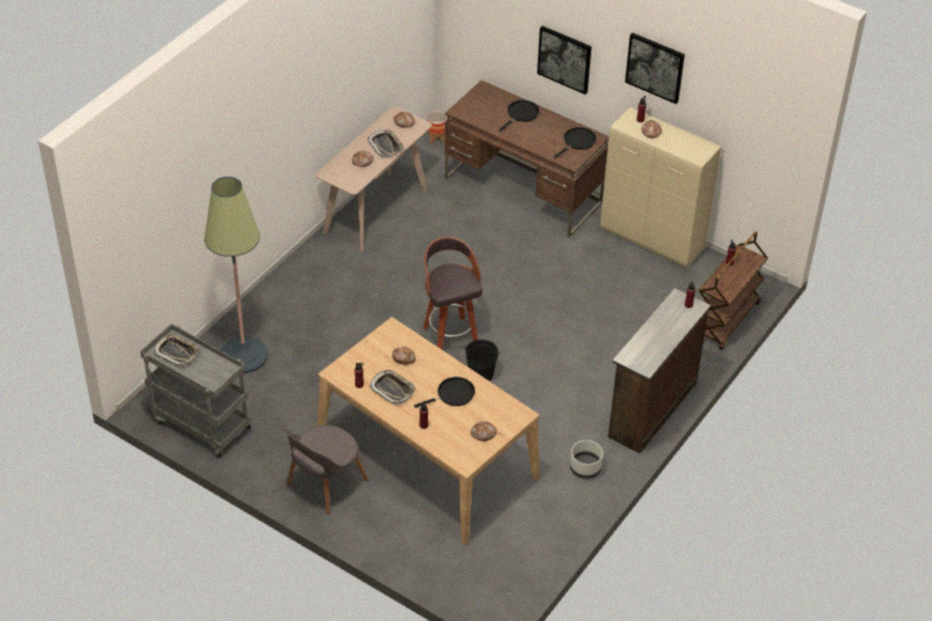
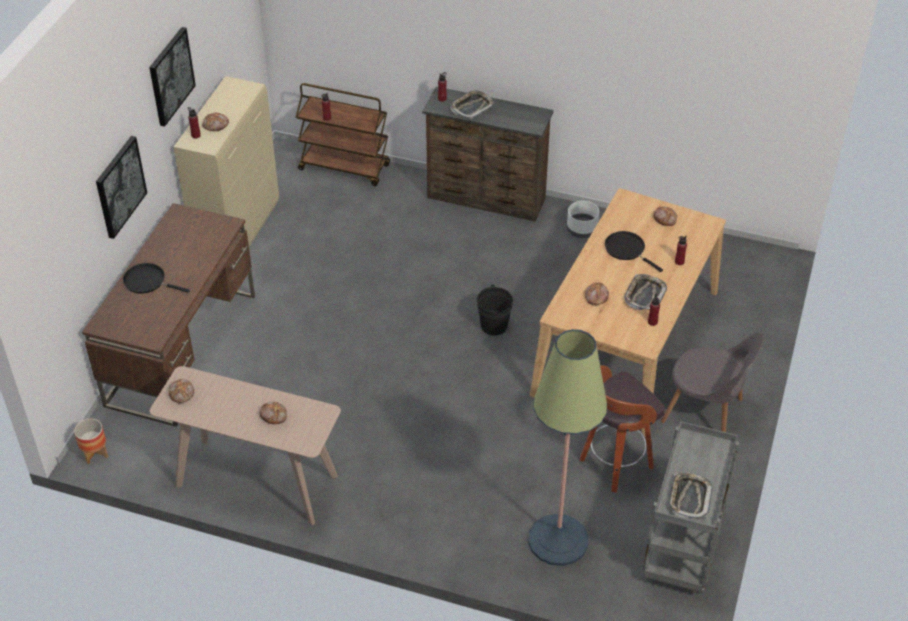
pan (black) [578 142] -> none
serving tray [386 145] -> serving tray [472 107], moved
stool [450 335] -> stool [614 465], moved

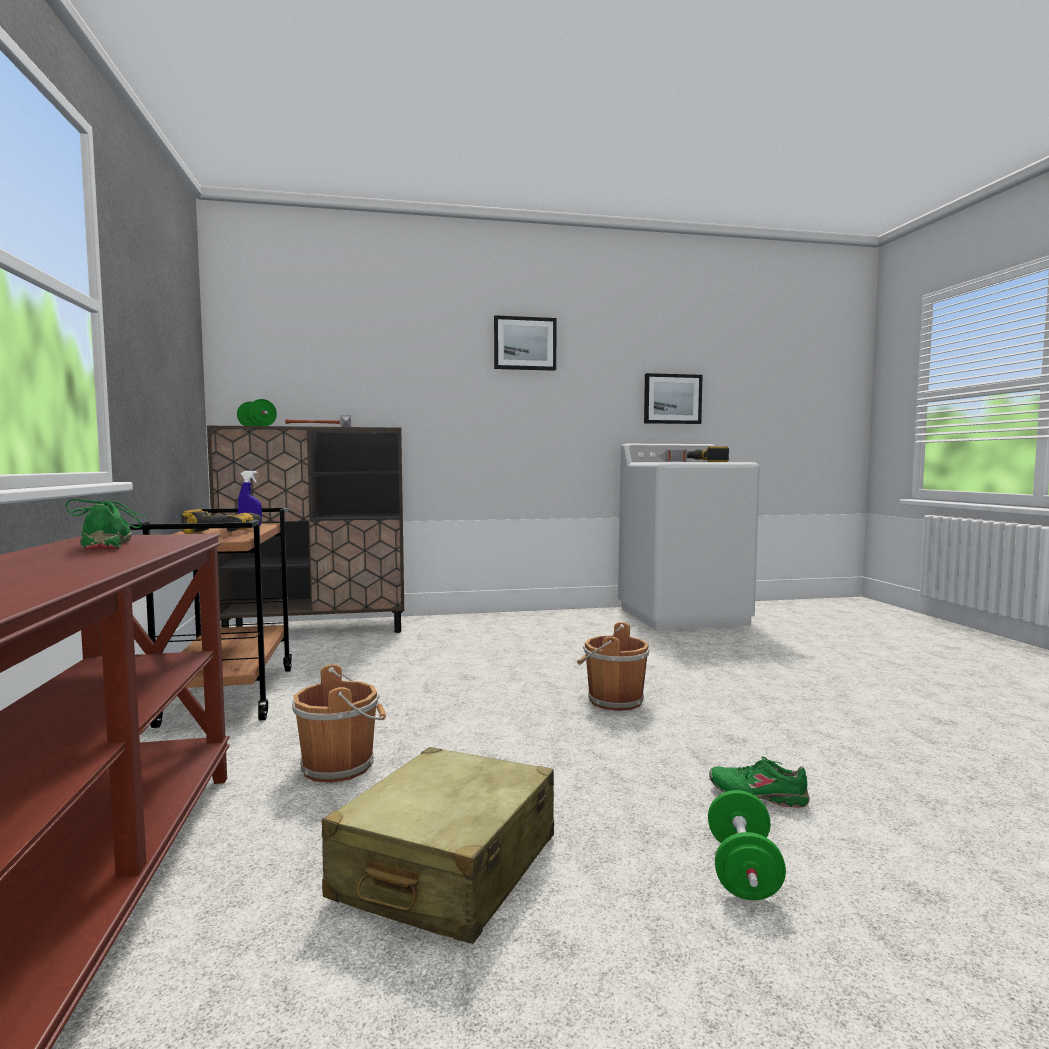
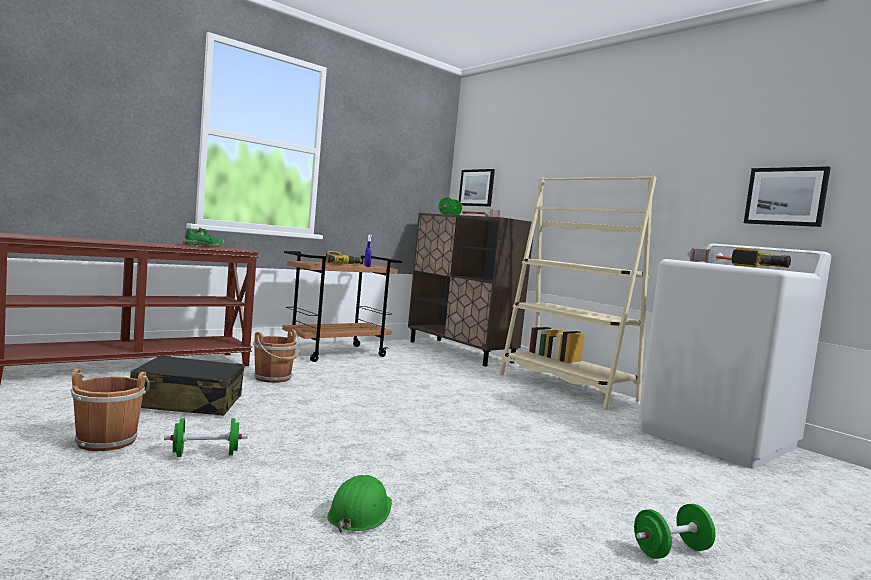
shoe (greenish) [758 795] -> none
none -> safety helmet (greenish) [360 513]
none -> bookcase (beige) [566 387]
none -> hand weight (greenish) [671 551]
picture [525 343] -> picture [477 188], moved
bucket (brown) [612 701] -> bucket (brown) [107 440], moved
piece of luggage (beige) [446 868] -> piece of luggage (black) [188 402]

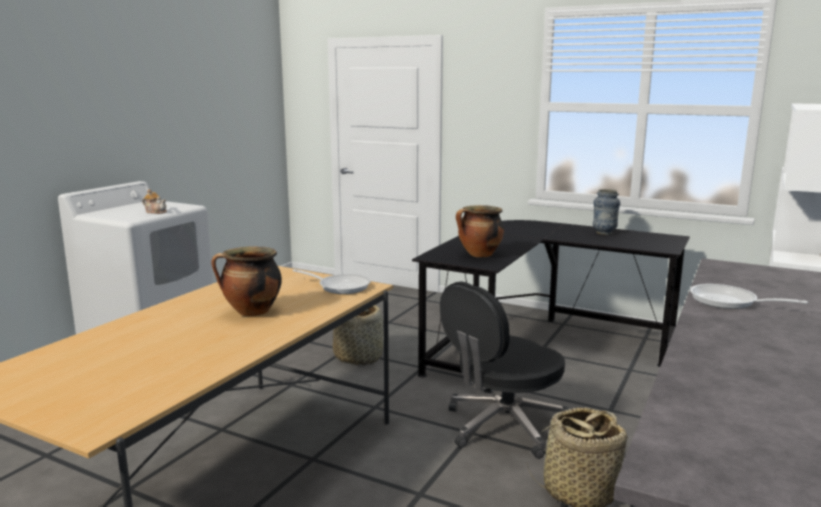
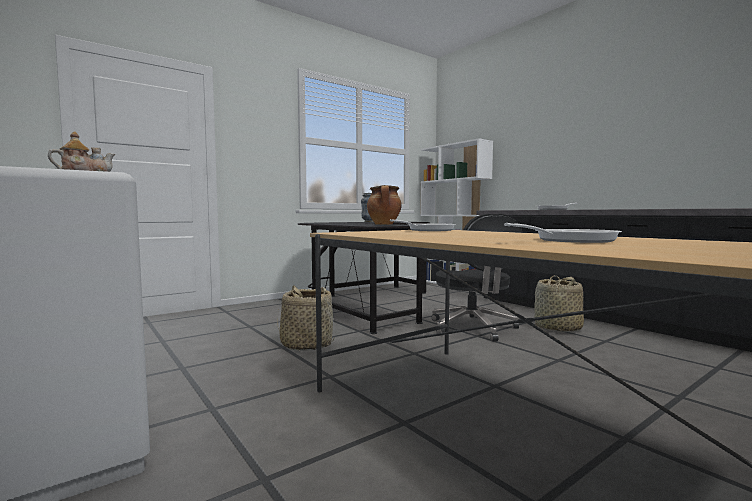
stockpot [251 312] -> none
none -> pan [569 240]

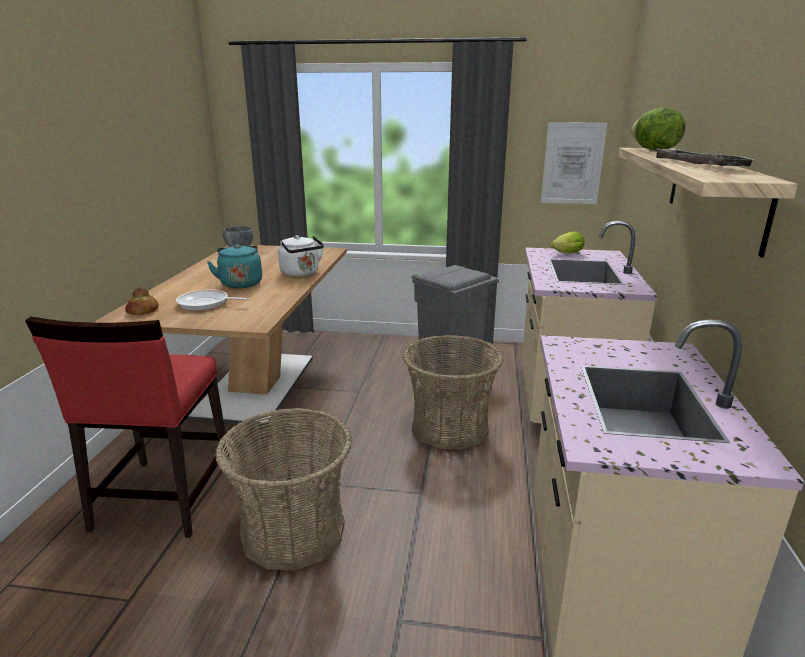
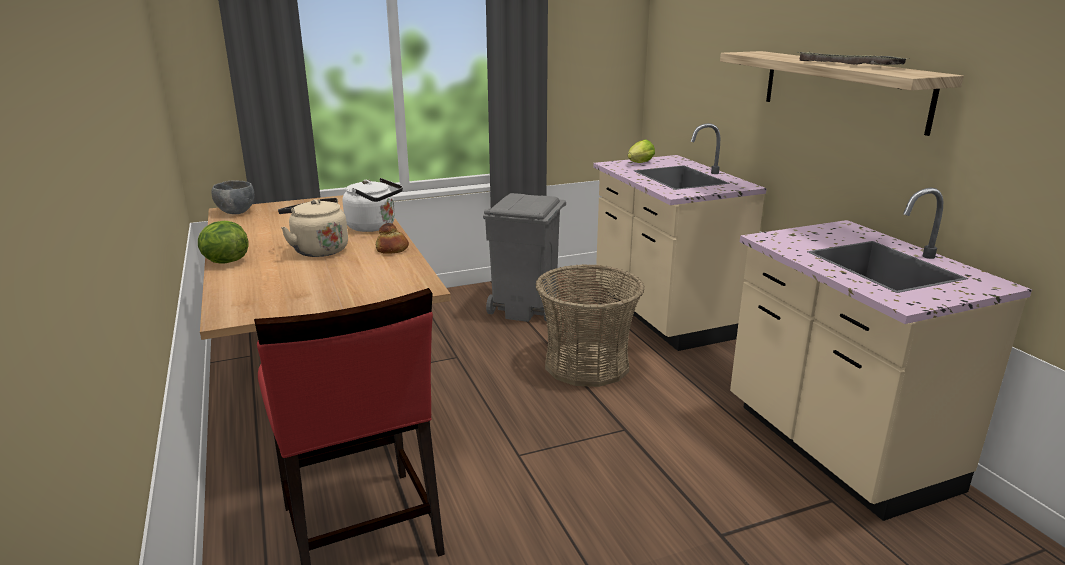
pan [206 303] -> none
household basket [293 531] -> none
picture [572 163] -> none
baked bread [143 311] -> baked bread [392 249], moved
lettuce head [653 150] -> lettuce head [224 262], moved
water kettle (blue-green) [240 283] -> water kettle (beige) [318 250]

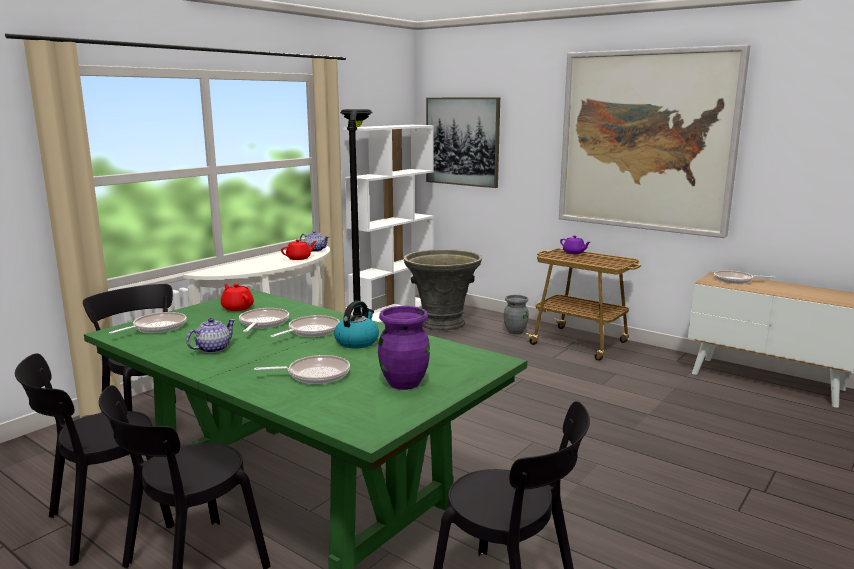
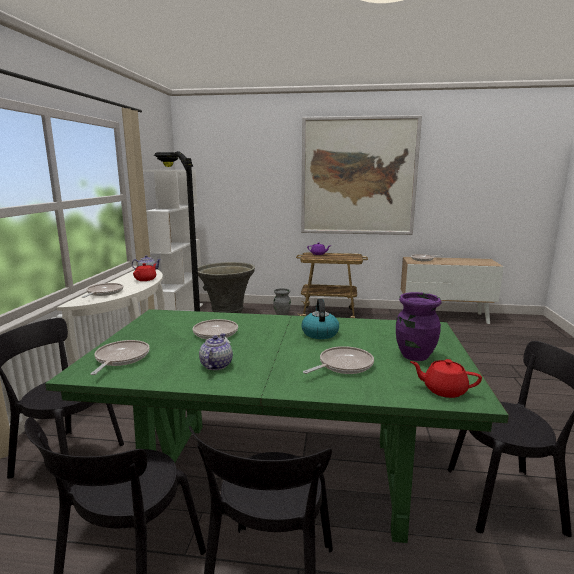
picture [462 141] -> none
teapot (red-coloured) [237 307] -> teapot (red-coloured) [443 390], moved
pan [311 331] -> pan [103 293], moved

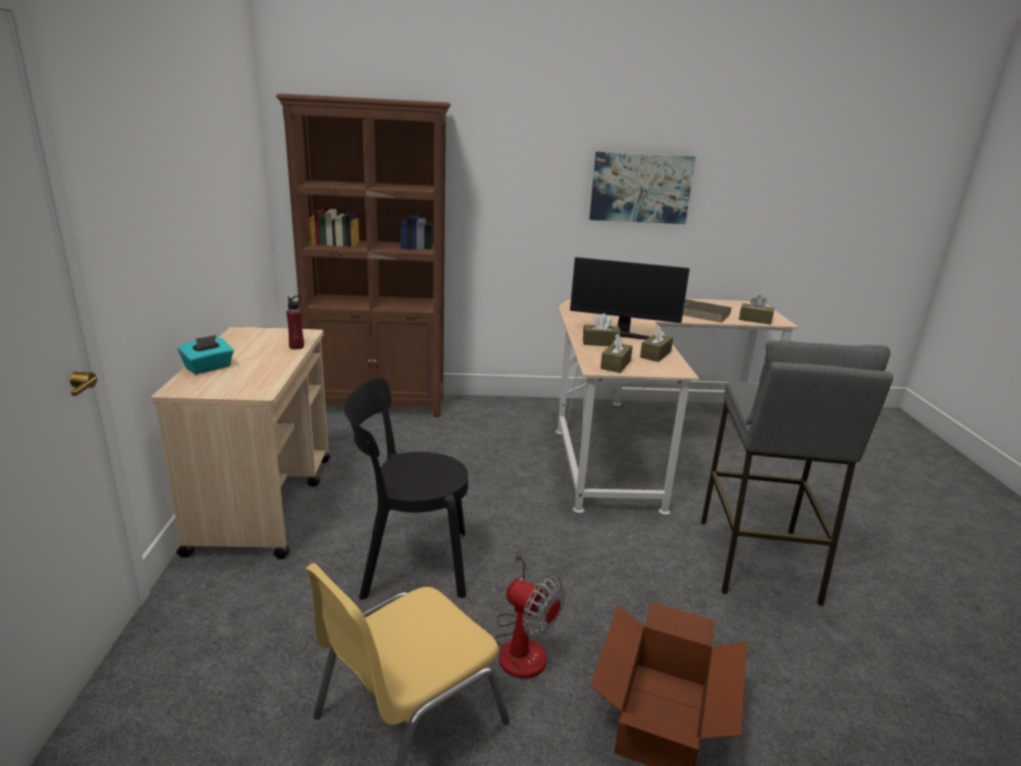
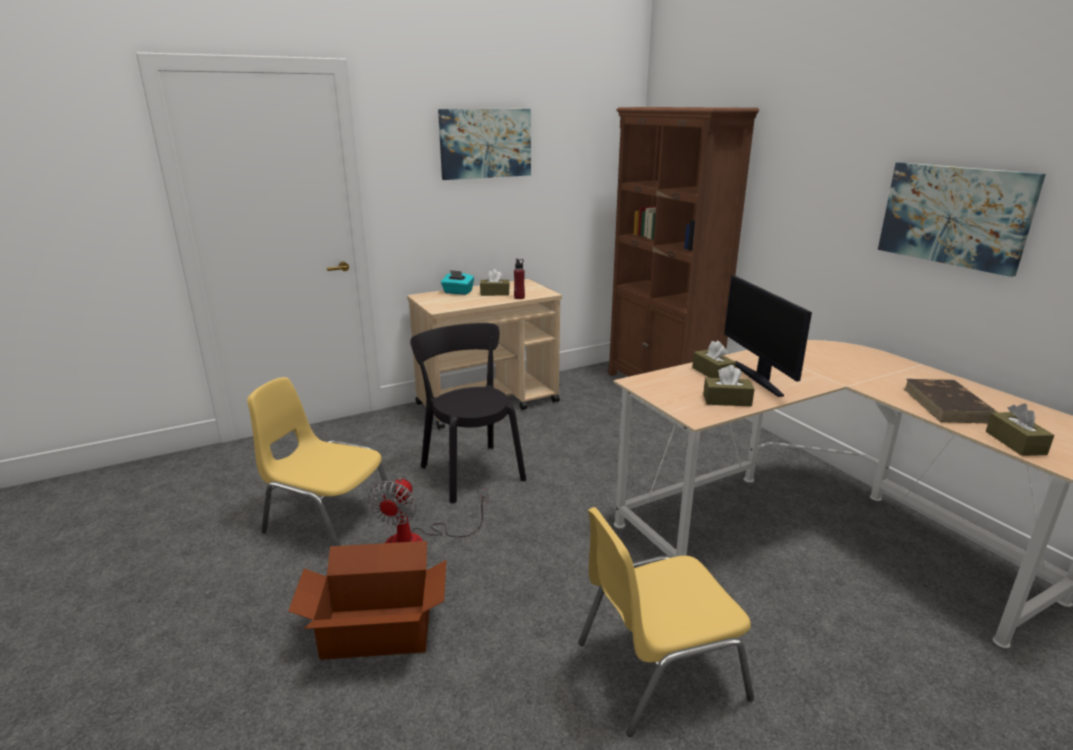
none -> picture [485 143]
tissue box (brown) [615 365] -> tissue box (brown) [495 293], moved
stool (grey) [757 560] -> chair (yellowish) [657 669]

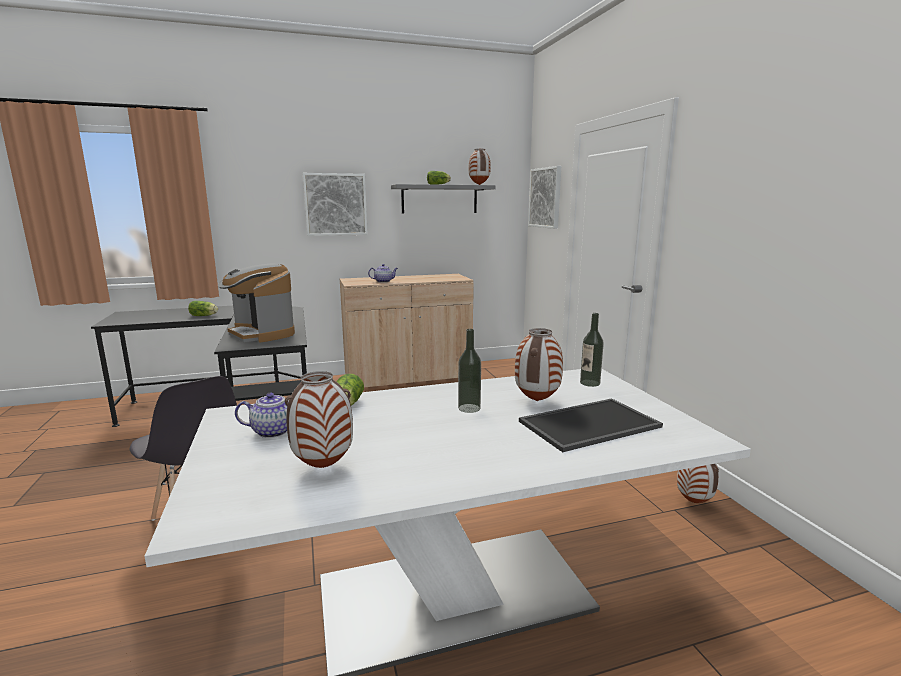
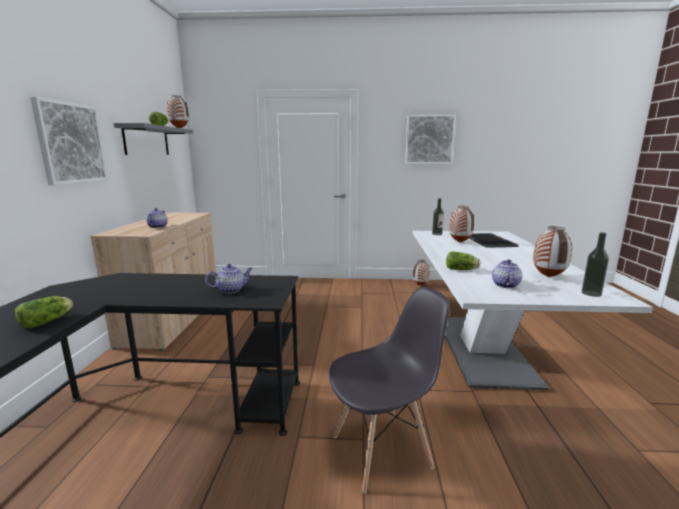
drink bottle [469 408] -> drink bottle [591 293], moved
picture [545 198] -> picture [429 139], moved
coffee machine [261 334] -> teapot [231 290]

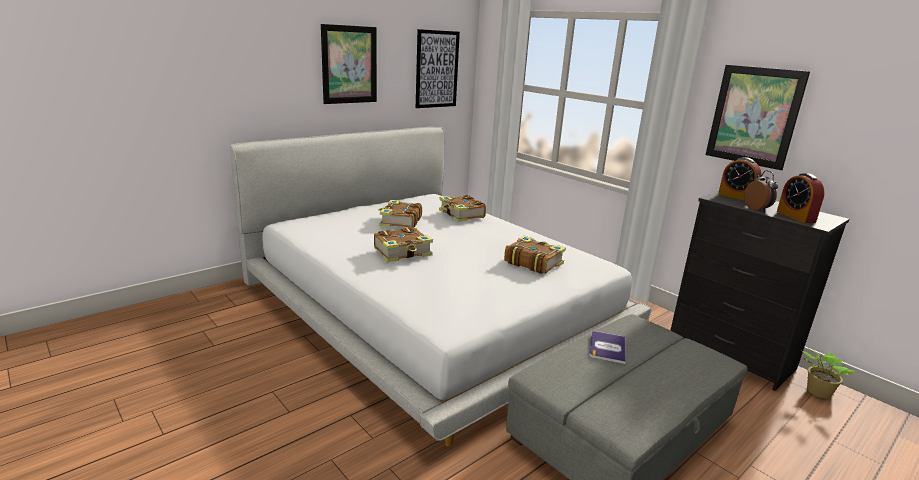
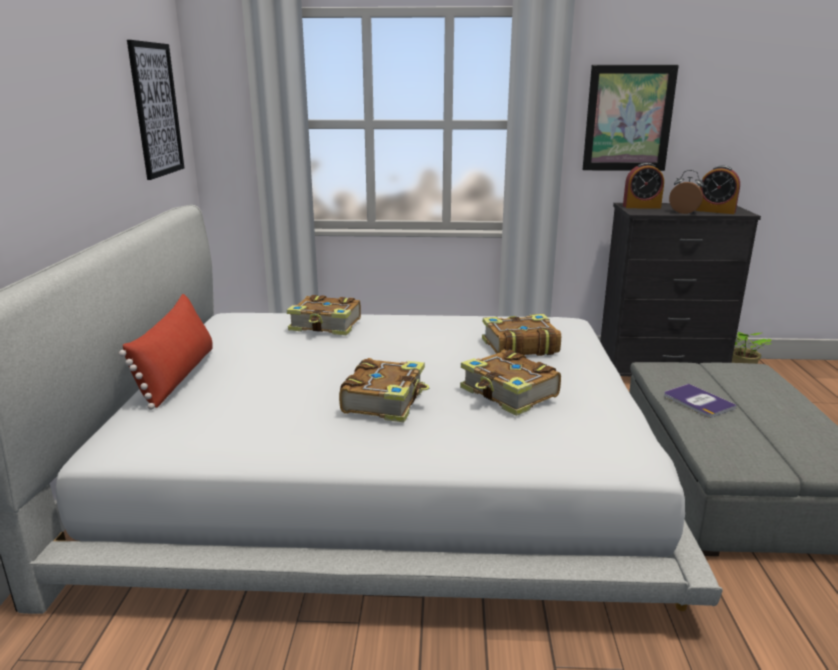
picture [349 65] -> none
none -> pillow (red-coloured) [178 376]
bound book [400 221] -> bound book [509 394], moved

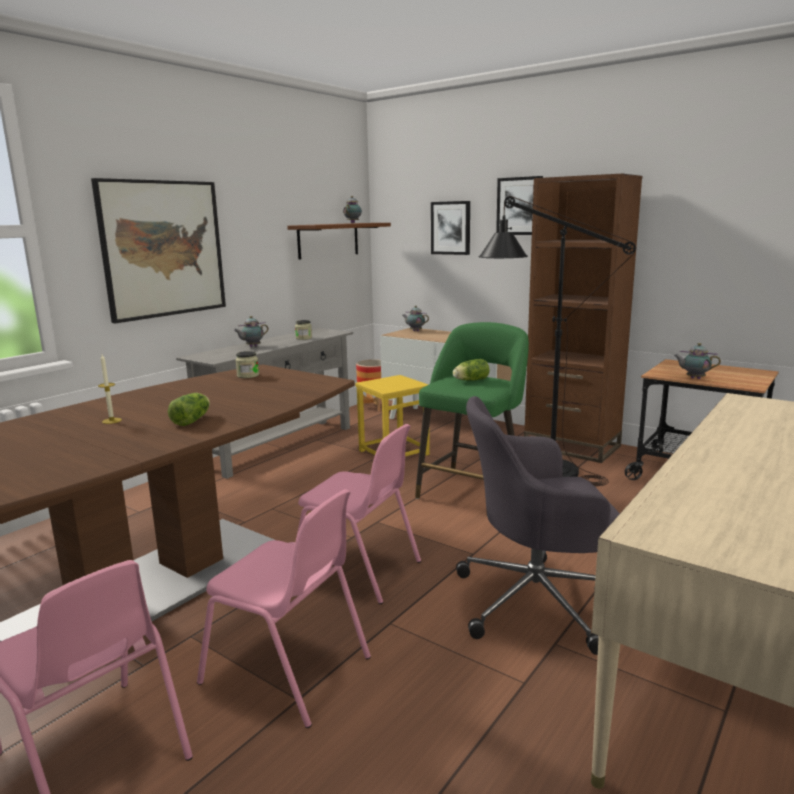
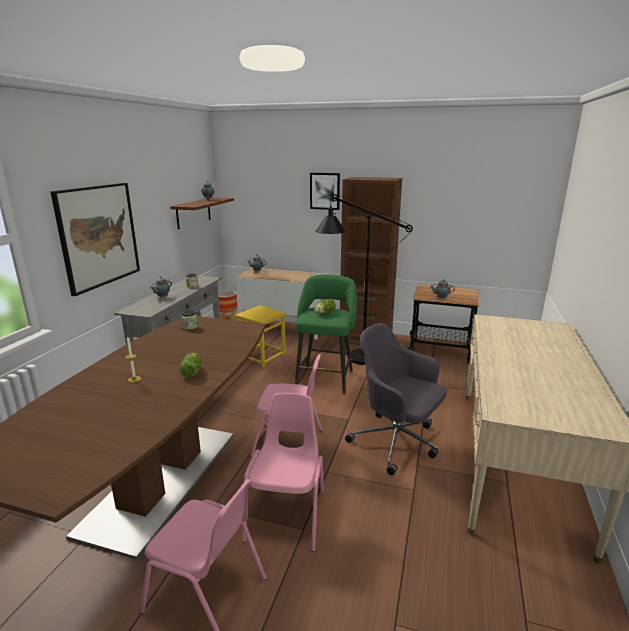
picture [451 228] -> none
chair (pink-coloured) [288 671] -> chair (pink-coloured) [287 514], 90 degrees counterclockwise
desk chair (grey) [537 601] -> desk chair (grey) [396 442], 60 degrees clockwise

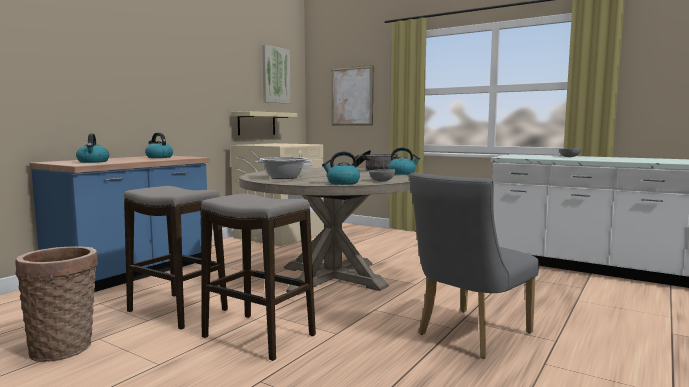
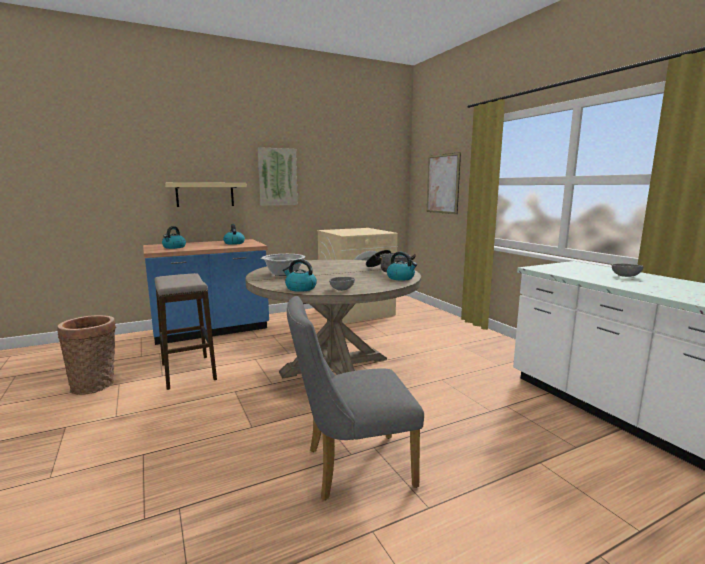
stool [258 337] -> none
shelf (beige) [256 123] -> shelf (beige) [205 194], moved
picture [275 75] -> picture [277 177], moved

